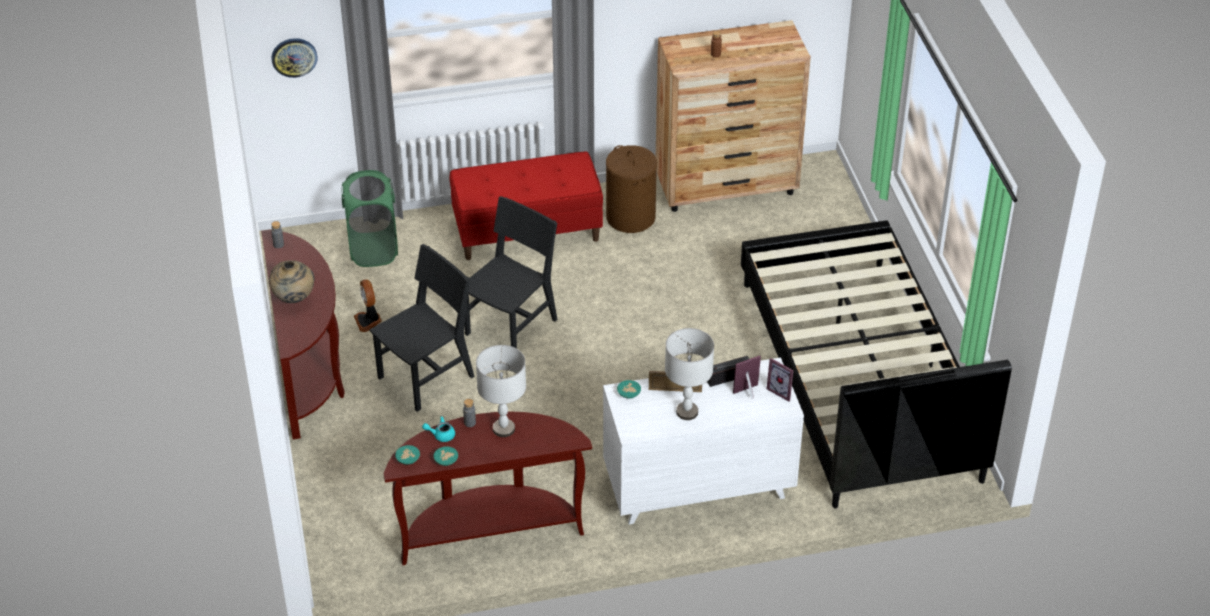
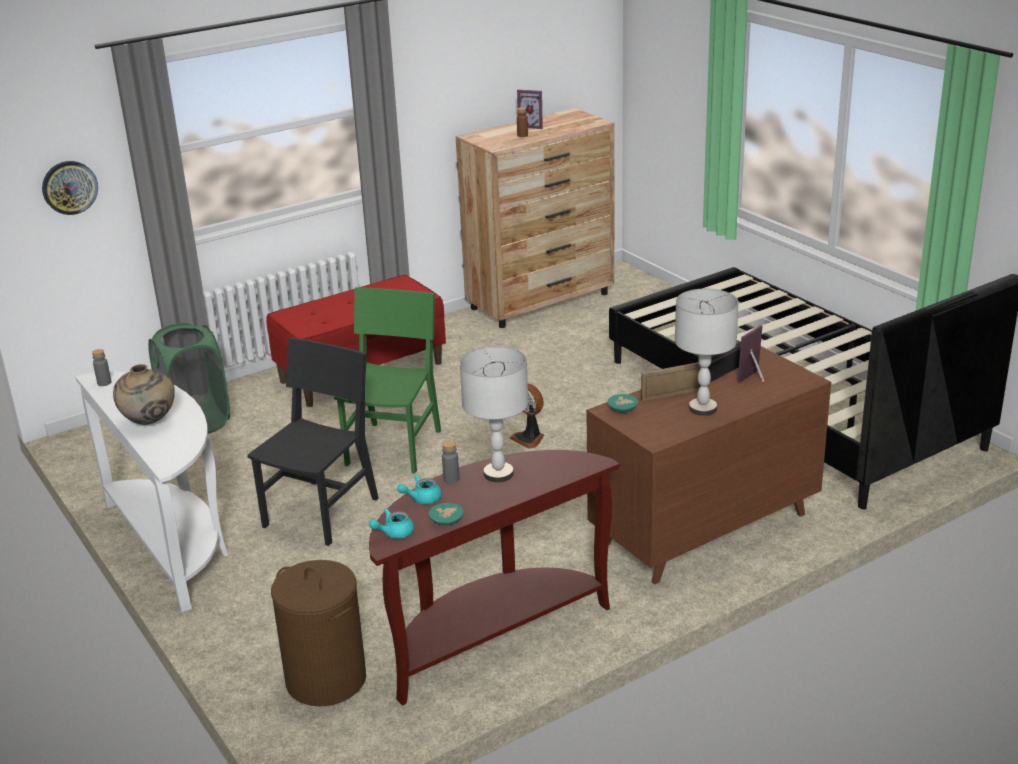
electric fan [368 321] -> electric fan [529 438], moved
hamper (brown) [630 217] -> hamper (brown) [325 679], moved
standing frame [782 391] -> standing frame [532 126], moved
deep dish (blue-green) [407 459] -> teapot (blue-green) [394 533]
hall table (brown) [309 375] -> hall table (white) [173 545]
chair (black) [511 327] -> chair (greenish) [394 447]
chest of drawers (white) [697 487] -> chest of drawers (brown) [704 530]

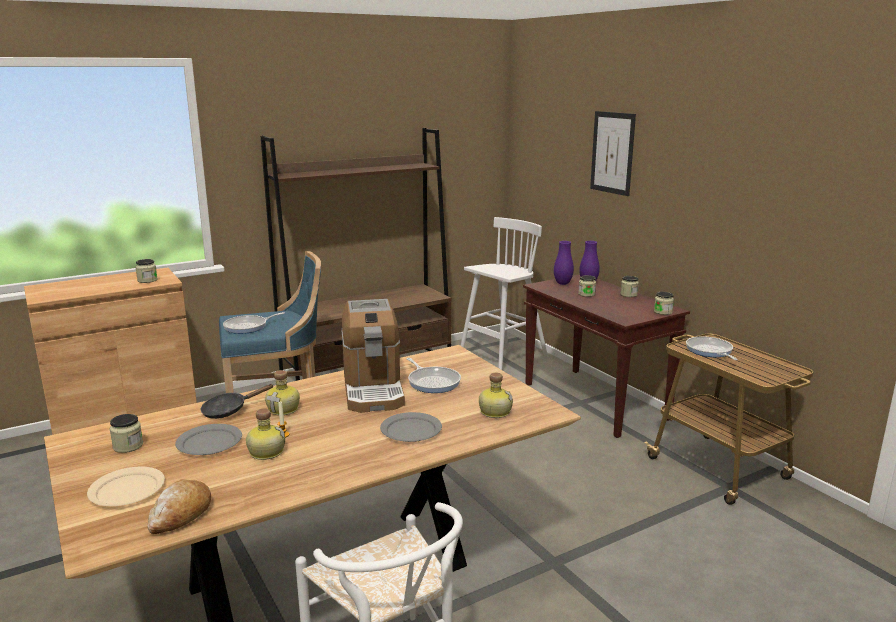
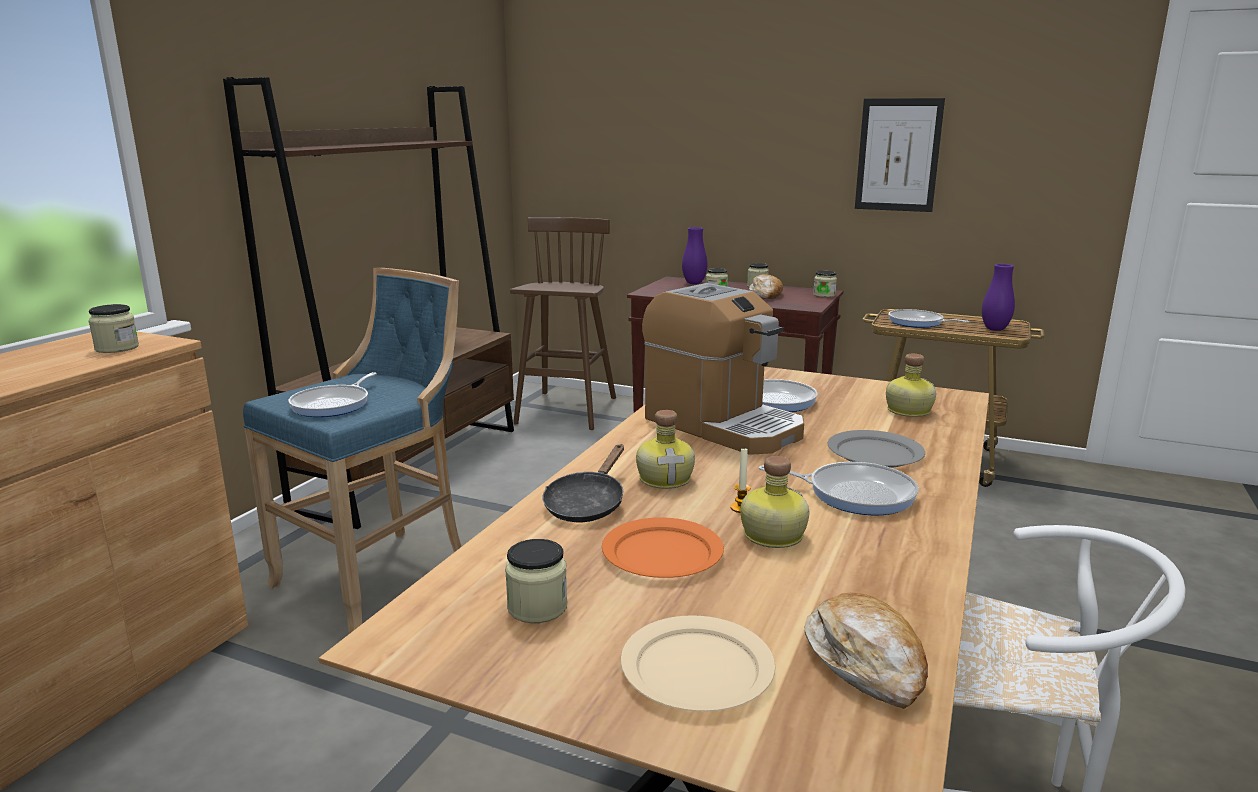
none -> baked bread [766 295]
none -> pan [855 494]
decorative vase (purple-coloured) [562 283] -> decorative vase (purple-coloured) [995 329], moved
picture [612 153] -> picture [898 155], moved
flat dish (grey) [209 443] -> flat dish (orange-coloured) [663 553]
stool (white) [501 359] -> stool (brown) [566 411]

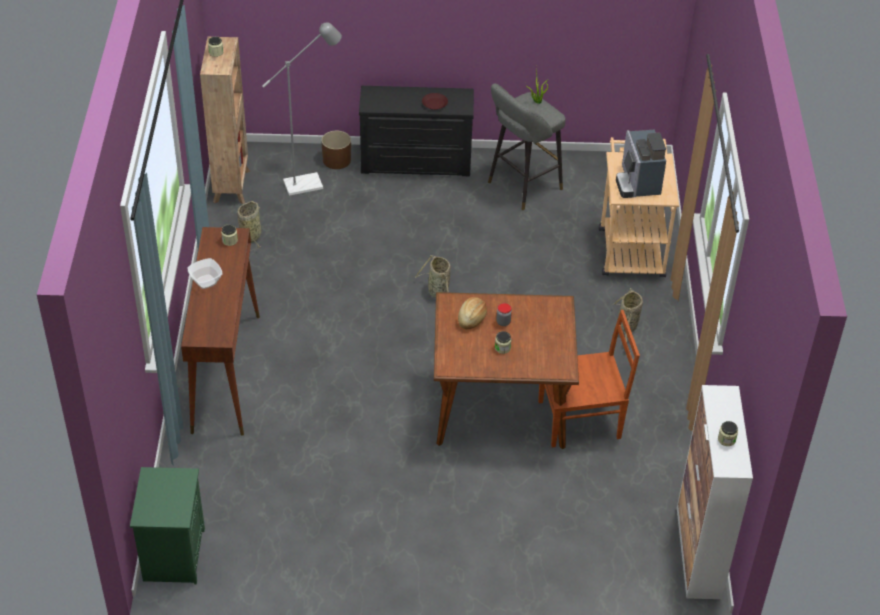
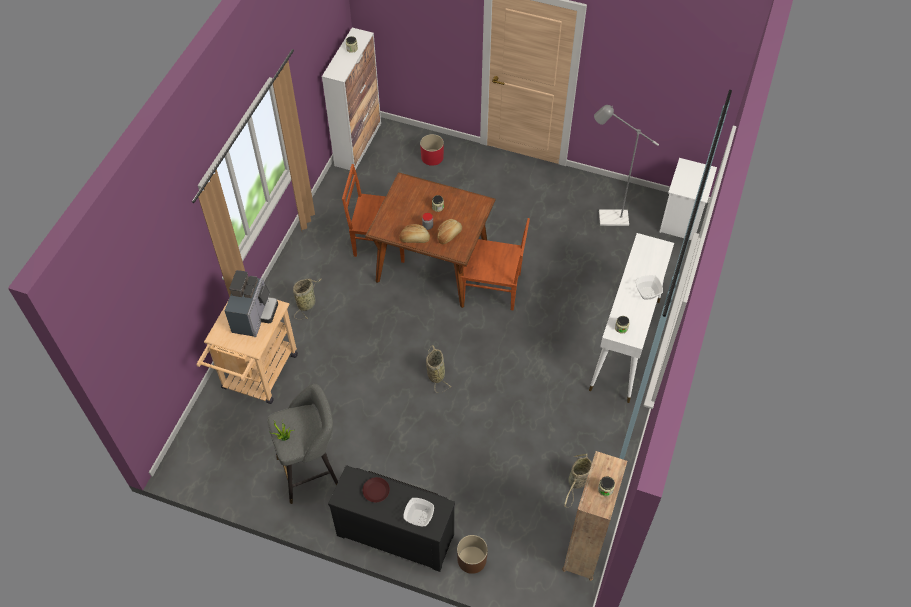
none -> baked bread [414 239]
none -> deep dish [419 517]
none -> planter (red-coloured) [432 157]
none -> chair (brown) [493 288]
standing lamp (grey) [310 183] -> standing lamp (grey) [607 218], moved
bedside table (greenish) [173 554] -> bedside table (white) [681 221]
hall table (brown) [226 372] -> hall table (white) [625 345]

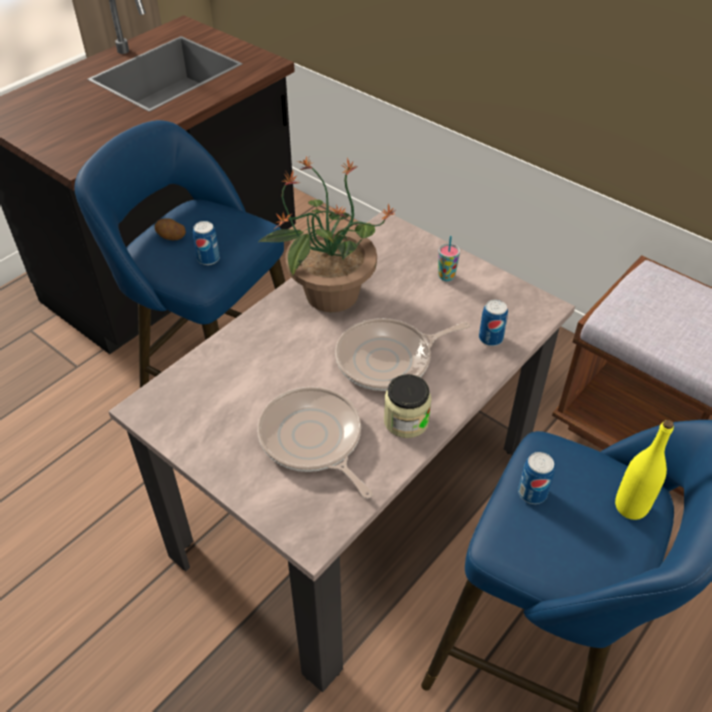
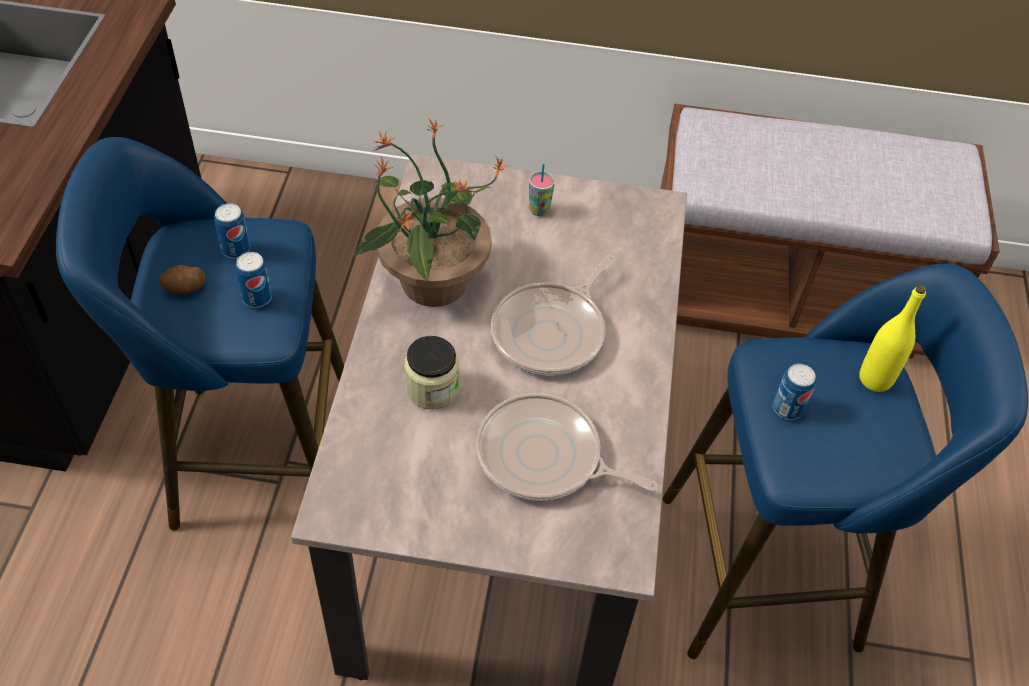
preserve jar [406 421] -> preserve jar [432 389], moved
metal can [490 338] -> metal can [236 249], moved

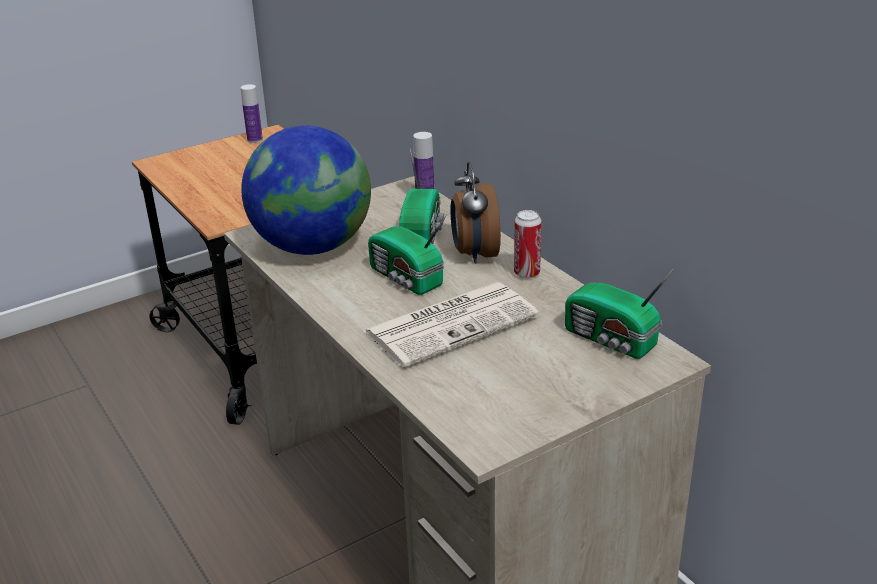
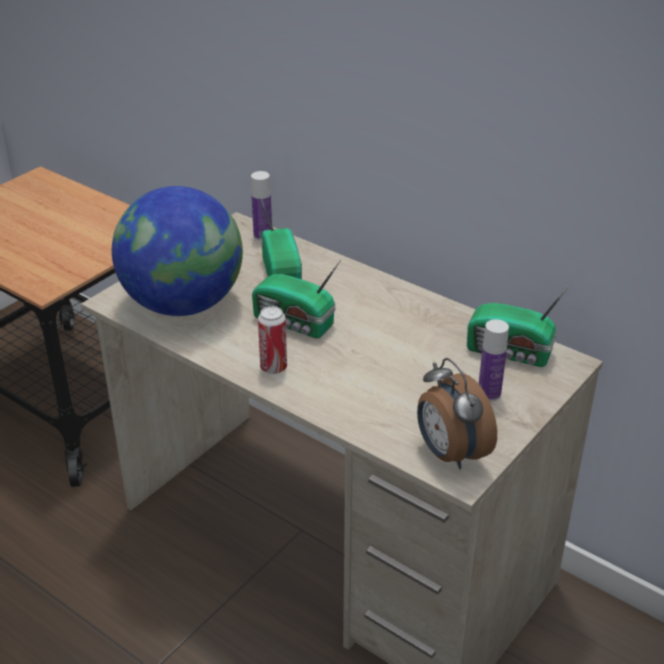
newspaper [452 323] -> none
drink bottle [255 140] -> drink bottle [489 394], moved
bedside clock [474 254] -> bedside clock [449 454], moved
metal can [526 273] -> metal can [273 367], moved

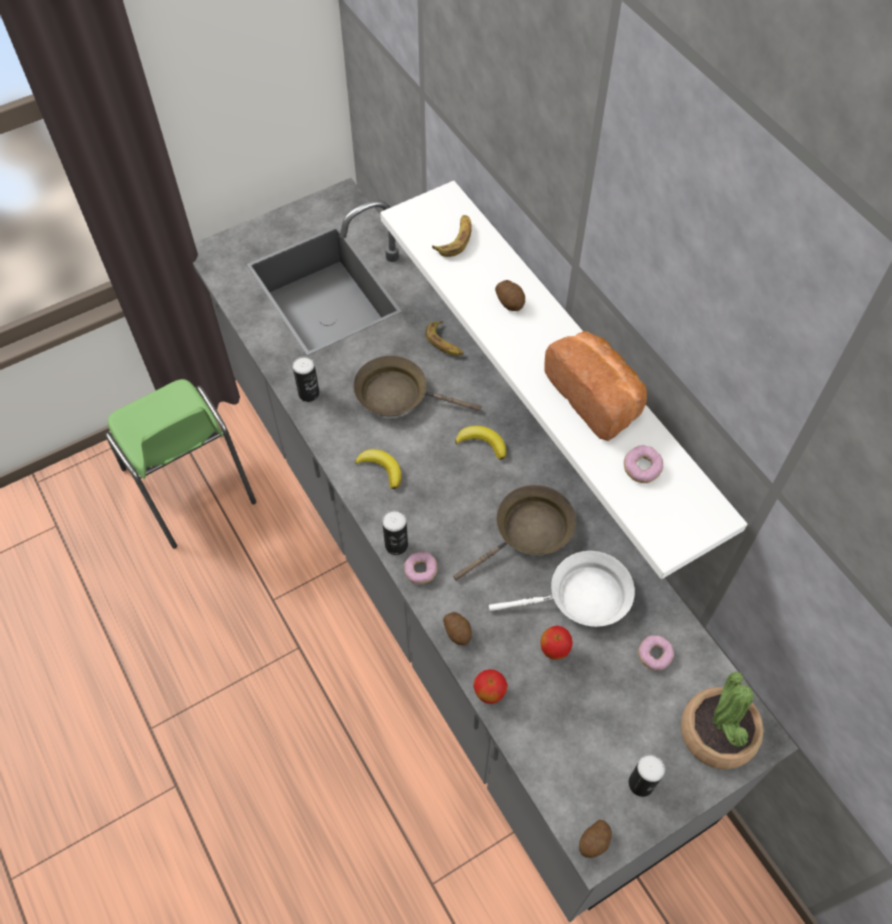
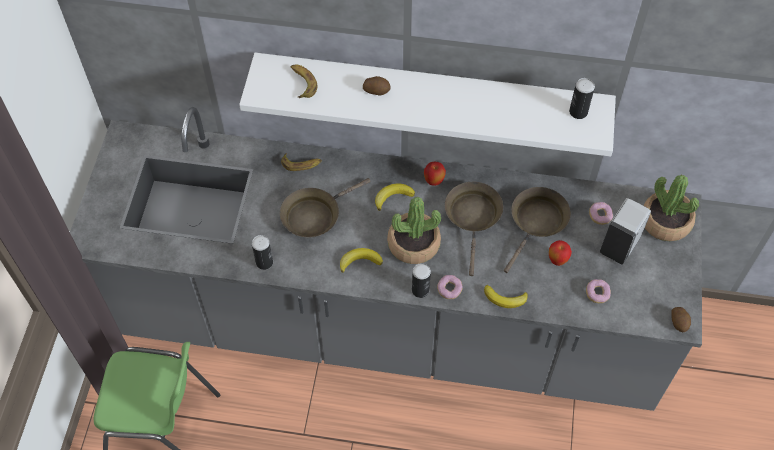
baked bread [596 397] -> none
none -> houseplant [413 244]
none -> soap bottle (white) [620 245]
apple fruit [489 694] -> apple fruit [434 181], moved
doughnut [641 469] -> doughnut [597 294], moved
metal can [641 783] -> metal can [578 112], moved
whole potato [458 632] -> banana [505 299]
pan (white) [582 597] -> pan (brown) [537 222]

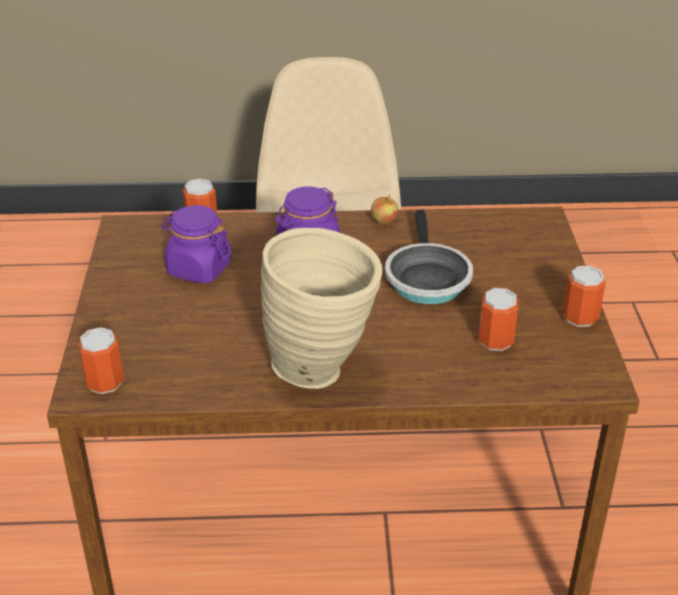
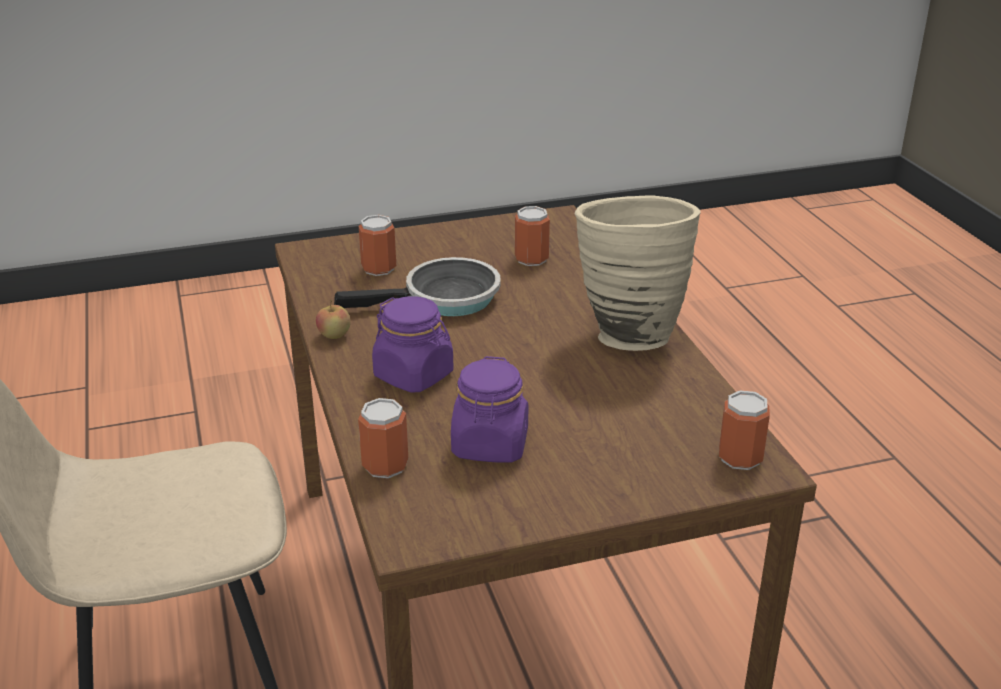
metal can [580 317] -> metal can [379 268], moved

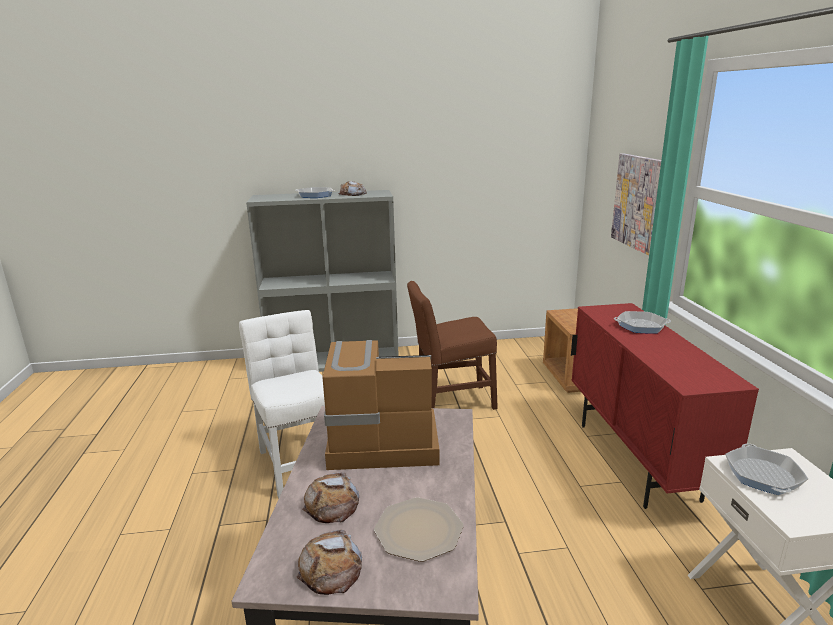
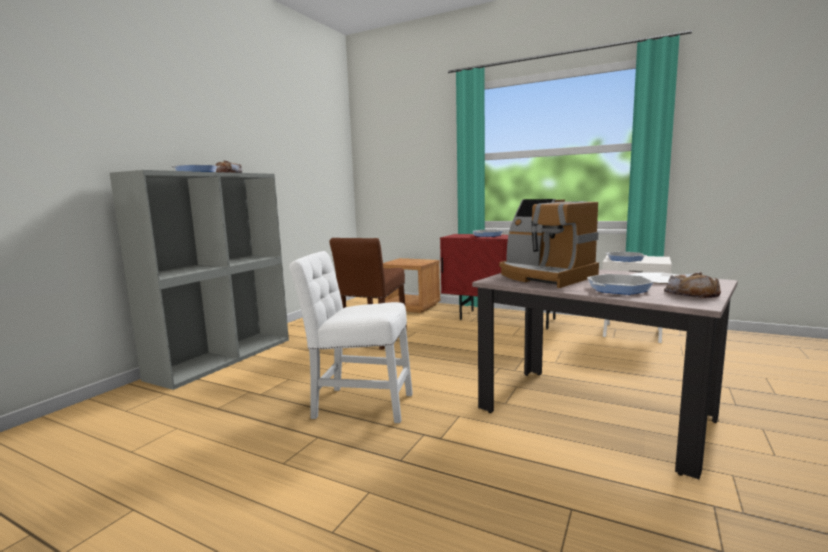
picture [640 203] -> none
baked bread [332 504] -> pan [618 289]
coffee machine [380 439] -> coffee machine [545 276], 75 degrees counterclockwise

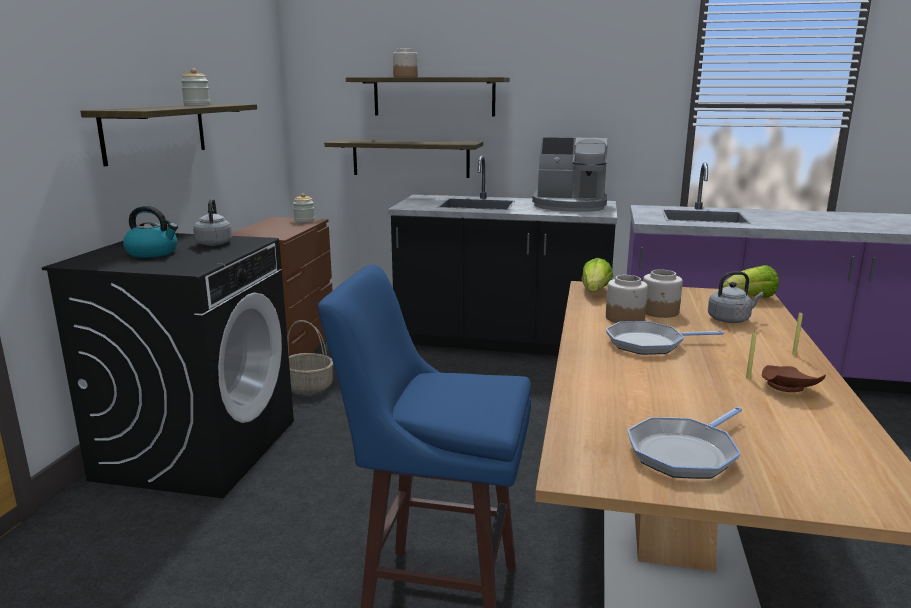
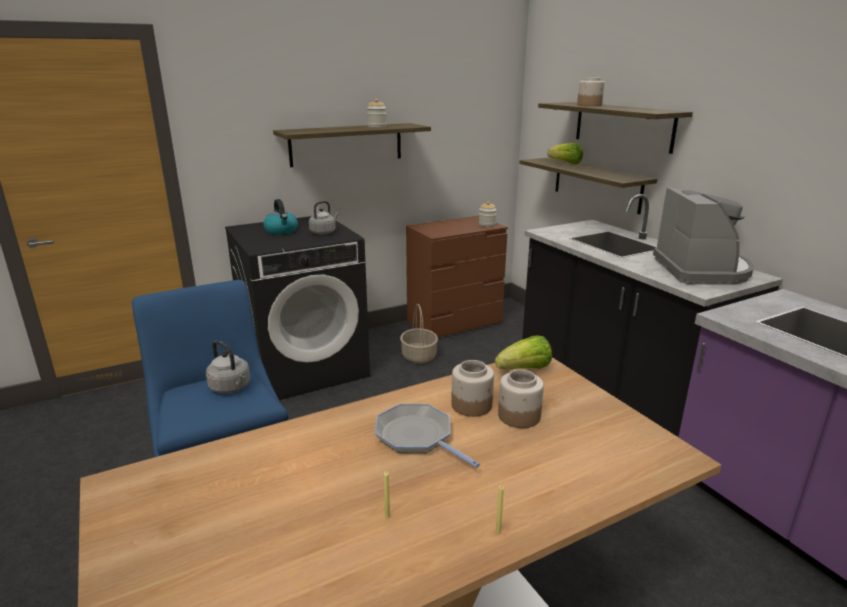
pan [685 453] -> none
flat dish (brown) [787 388] -> none
water kettle (grey) [730 319] -> water kettle (grey) [231 388], moved
lettuce head [750 298] -> lettuce head [566 163], moved
coffee machine [570 205] -> coffee machine [702 270], 150 degrees counterclockwise

